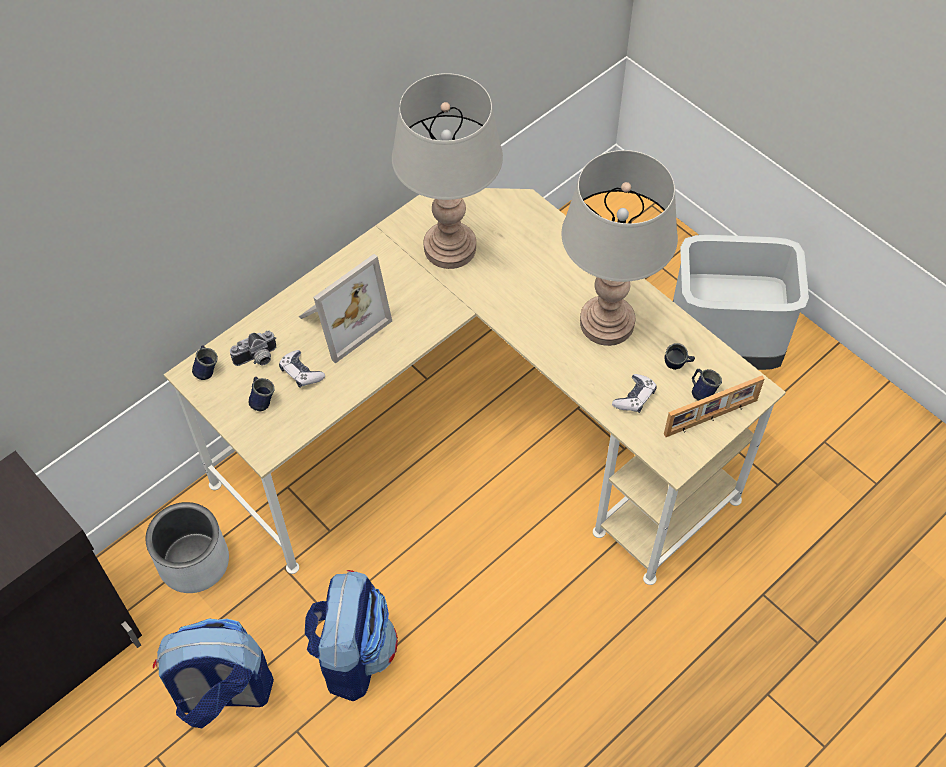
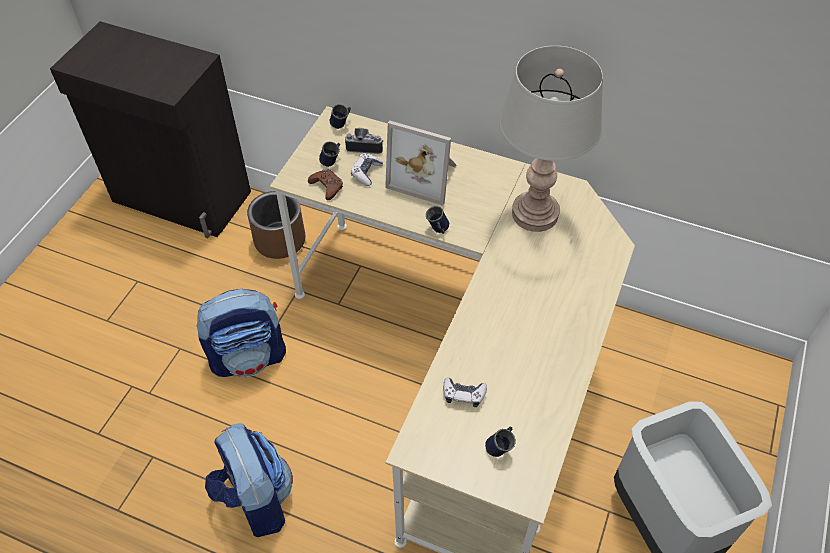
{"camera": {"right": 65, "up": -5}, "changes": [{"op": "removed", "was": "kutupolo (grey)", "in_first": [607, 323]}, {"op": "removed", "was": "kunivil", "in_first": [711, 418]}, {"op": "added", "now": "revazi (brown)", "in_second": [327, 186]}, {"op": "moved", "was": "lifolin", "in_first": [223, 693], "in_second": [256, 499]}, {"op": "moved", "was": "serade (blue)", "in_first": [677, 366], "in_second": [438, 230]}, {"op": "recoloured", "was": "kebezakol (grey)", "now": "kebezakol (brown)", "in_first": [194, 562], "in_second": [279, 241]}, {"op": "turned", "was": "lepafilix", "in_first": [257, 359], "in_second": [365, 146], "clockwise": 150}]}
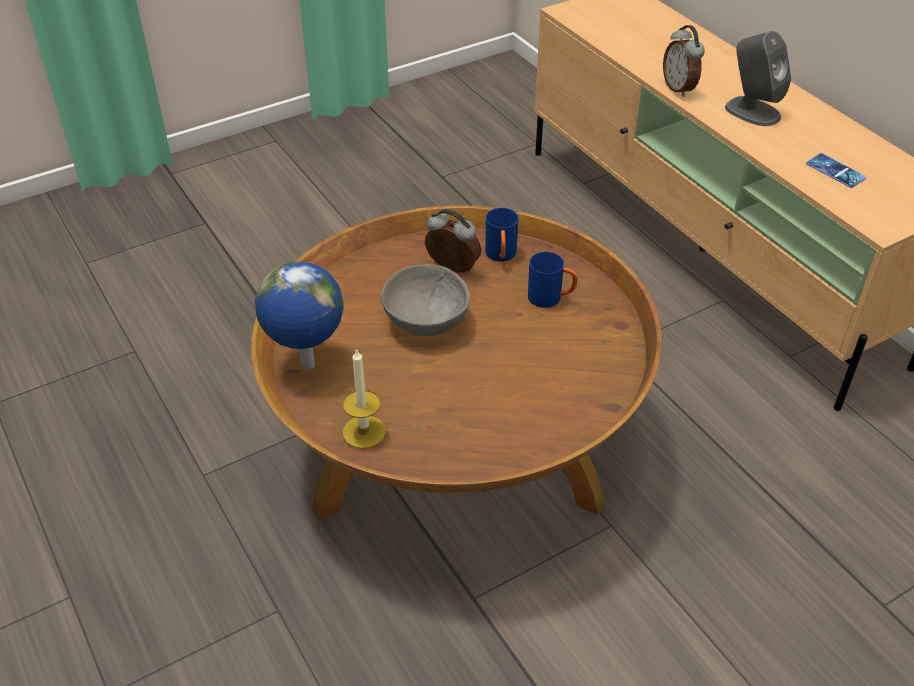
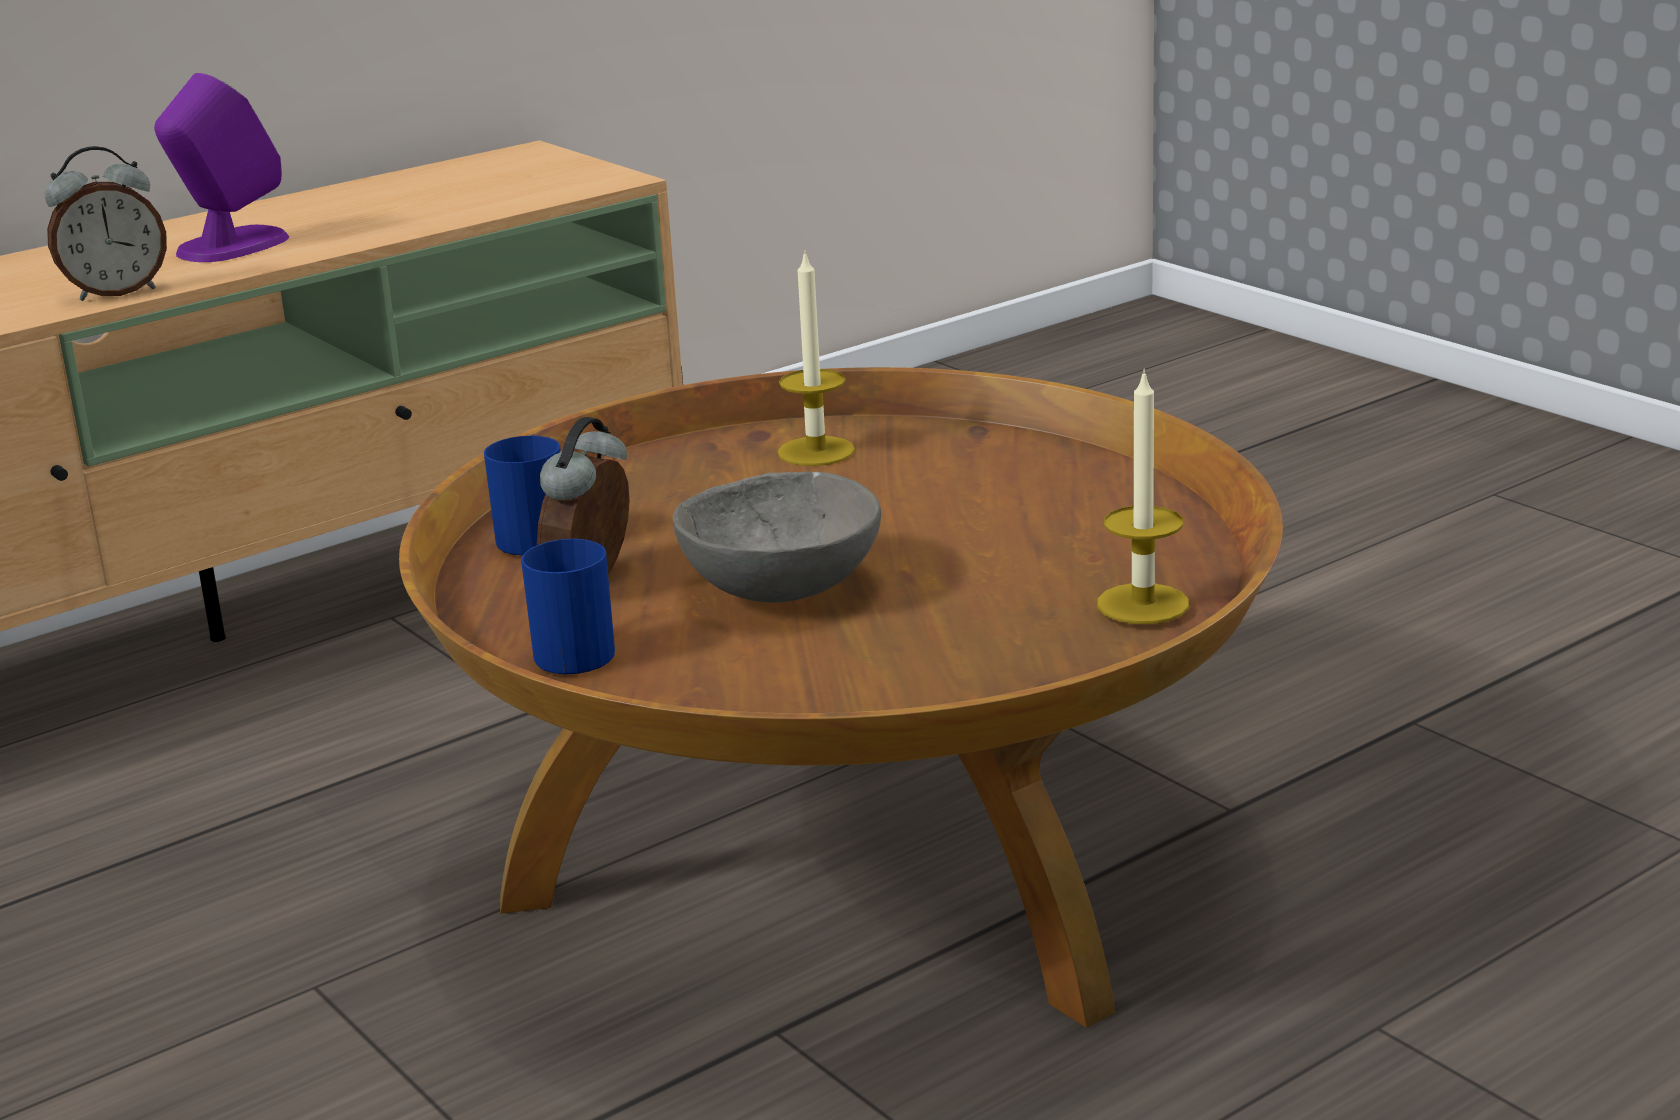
{"camera": {"right": -95, "up": -20}, "changes": [{"op": "removed", "was": "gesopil", "in_first": [307, 366]}, {"op": "removed", "was": "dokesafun", "in_first": [835, 171]}, {"op": "added", "now": "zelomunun", "in_second": [816, 451]}, {"op": "moved", "was": "serade (blue)", "in_first": [551, 298], "in_second": [578, 650]}, {"op": "recoloured", "was": "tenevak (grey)", "now": "tenevak (purple)", "in_first": [752, 111], "in_second": [231, 246]}]}
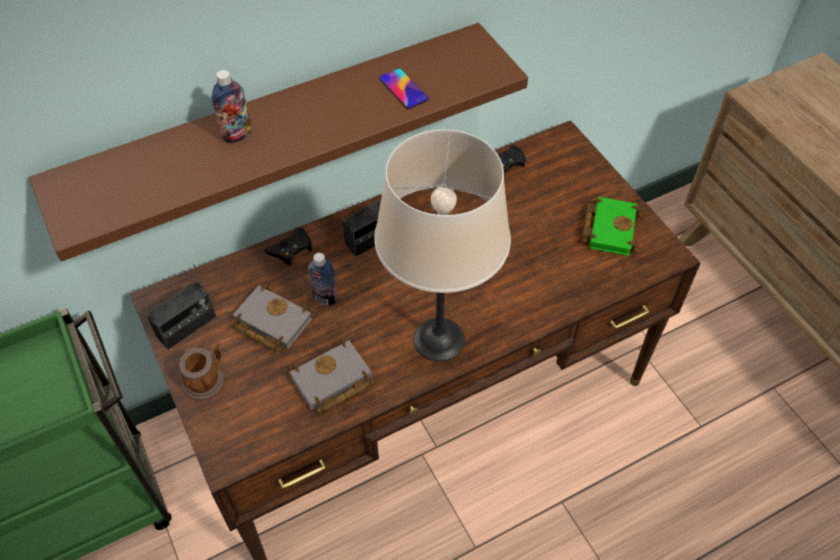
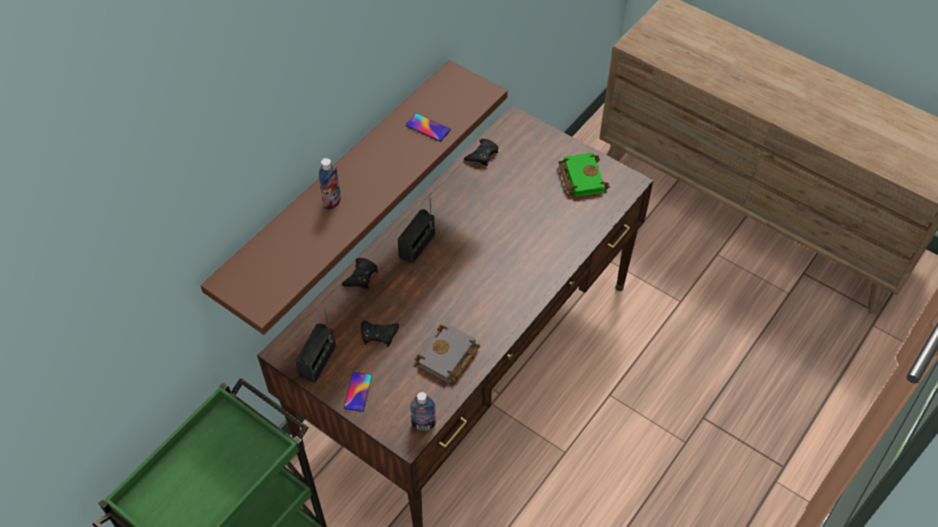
{"camera": {"right": -25, "up": 0}, "changes": [{"op": "removed", "was": "kutupolo (beige)", "in_first": [438, 339]}, {"op": "moved", "was": "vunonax", "in_first": [325, 298], "in_second": [423, 424]}, {"op": "replaced", "was": "serade", "now": "dokesafun", "in_first": [207, 379], "in_second": [358, 392]}, {"op": "replaced", "was": "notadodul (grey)", "now": "revazi (black)", "in_first": [270, 322], "in_second": [378, 334]}]}
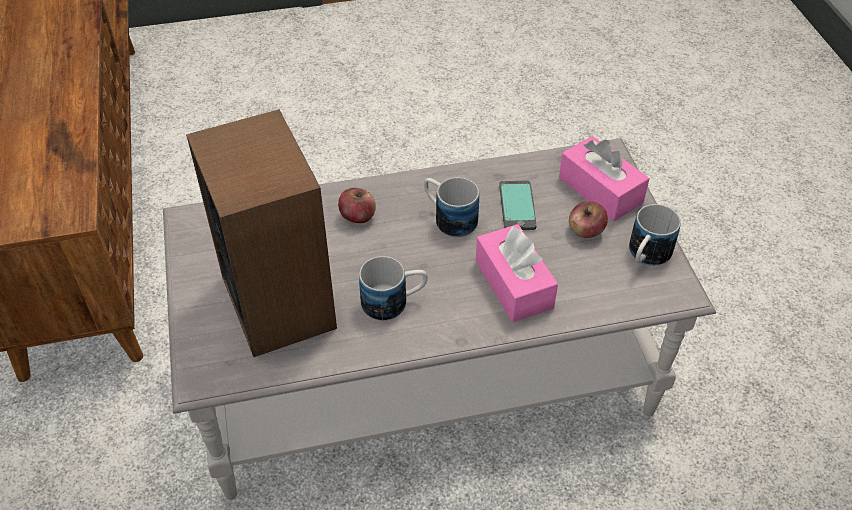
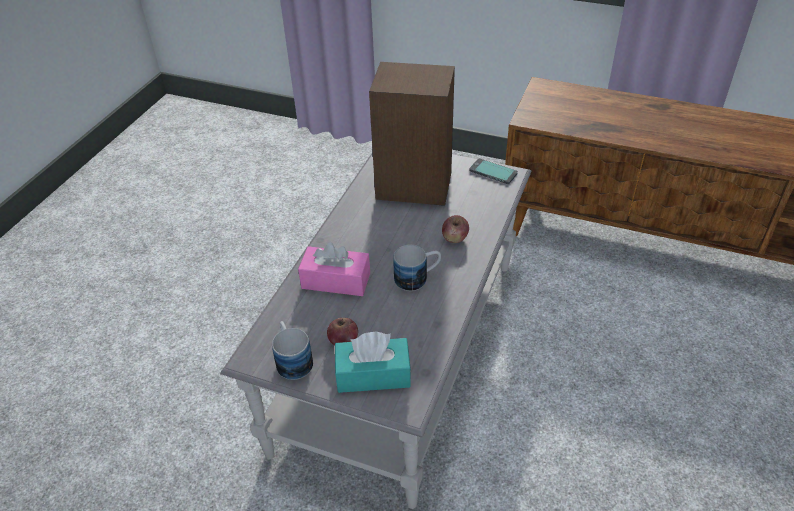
{"camera": {"right": 125, "up": -5}, "changes": [{"op": "removed", "was": "serade", "in_first": [394, 302]}, {"op": "moved", "was": "dokesafun", "in_first": [517, 206], "in_second": [493, 172]}, {"op": "recoloured", "was": "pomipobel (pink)", "now": "pomipobel (turquoise)", "in_first": [600, 190], "in_second": [373, 374]}]}
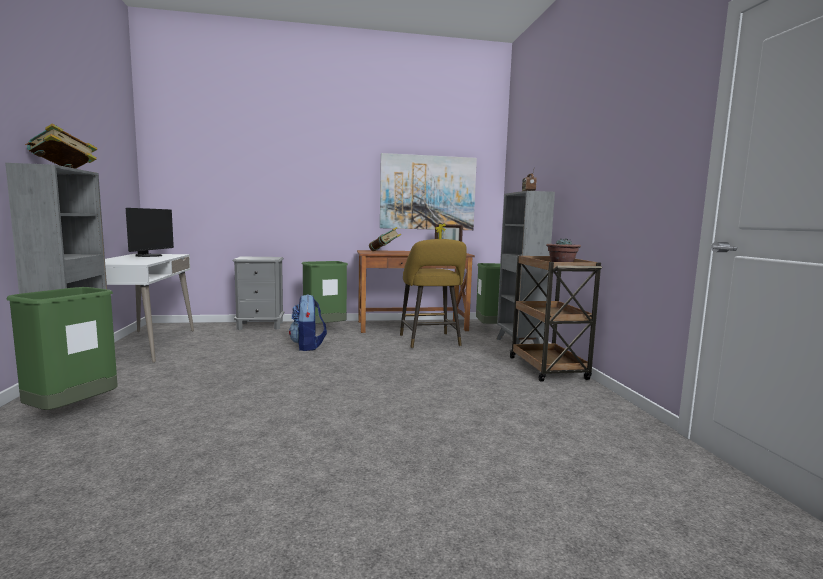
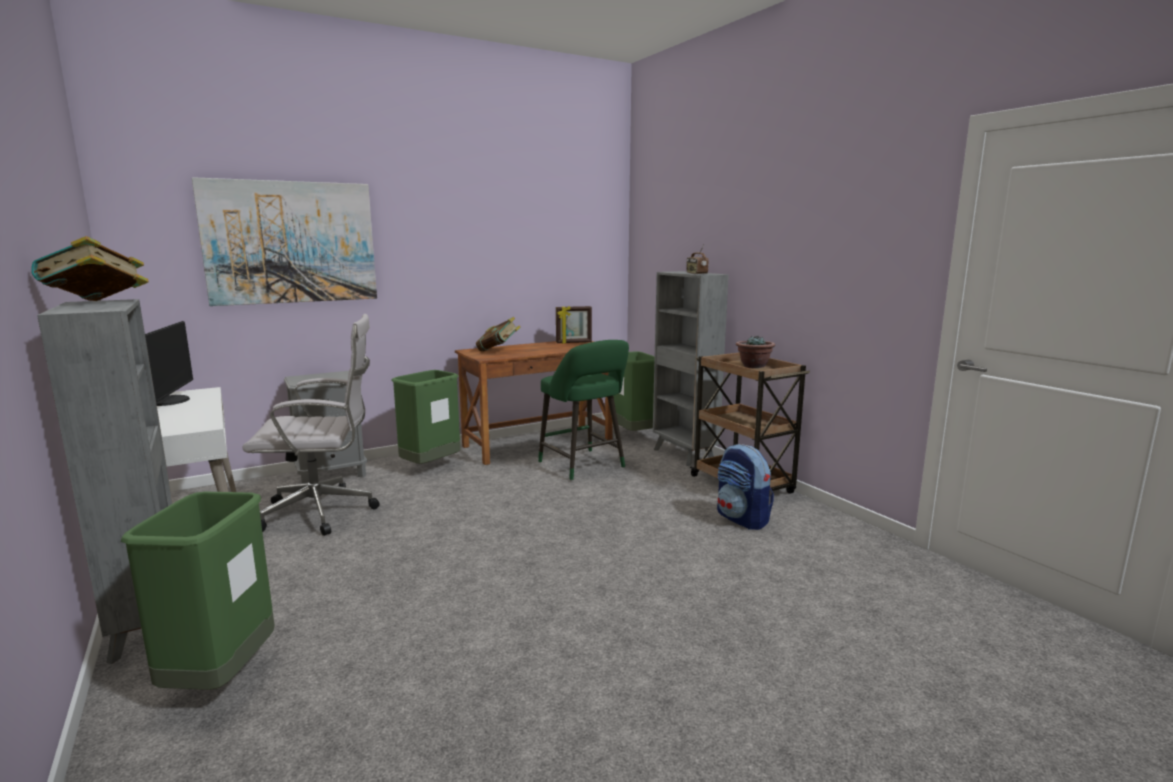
{"camera": {"right": -20, "up": 5}, "changes": [{"op": "added", "now": "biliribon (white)", "in_second": [324, 512]}, {"op": "moved", "was": "lifolin", "in_first": [308, 346], "in_second": [742, 519]}, {"op": "moved", "was": "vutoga", "in_first": [428, 193], "in_second": [291, 242]}, {"op": "recoloured", "was": "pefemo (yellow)", "now": "pefemo (green)", "in_first": [430, 342], "in_second": [584, 466]}]}
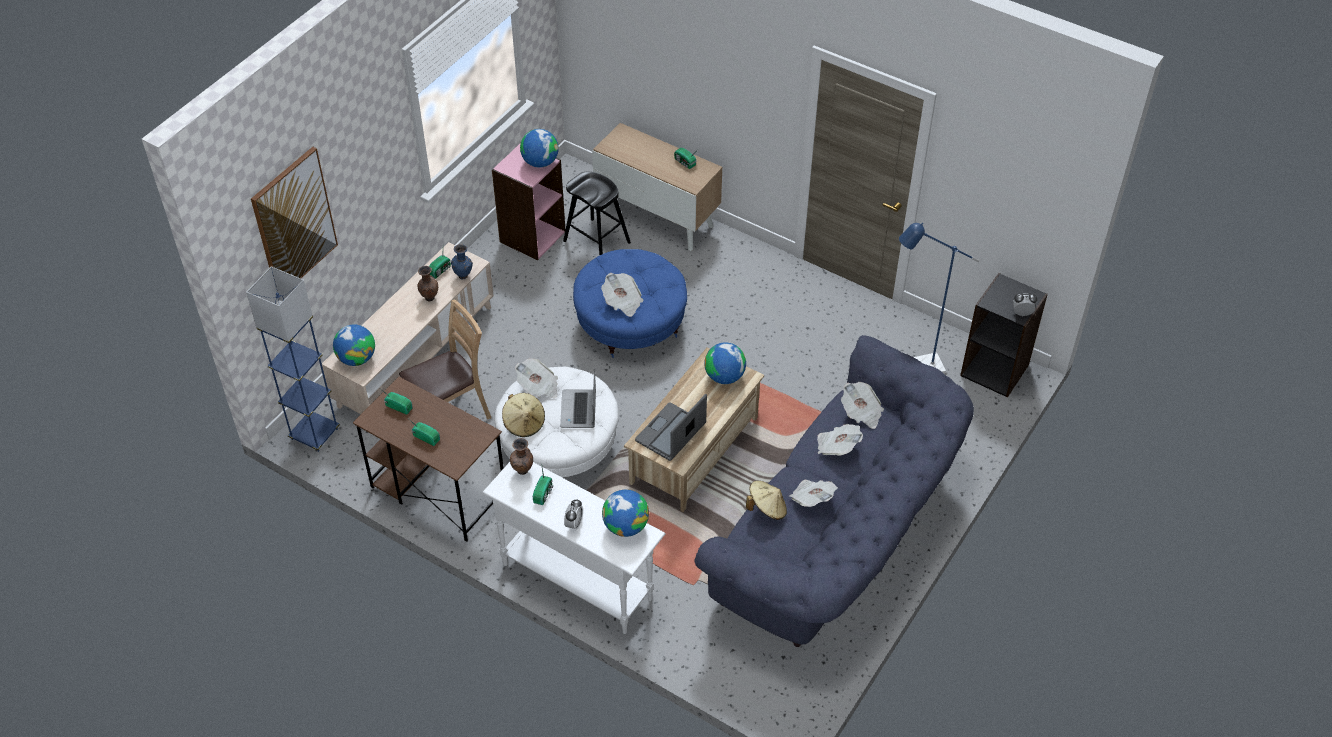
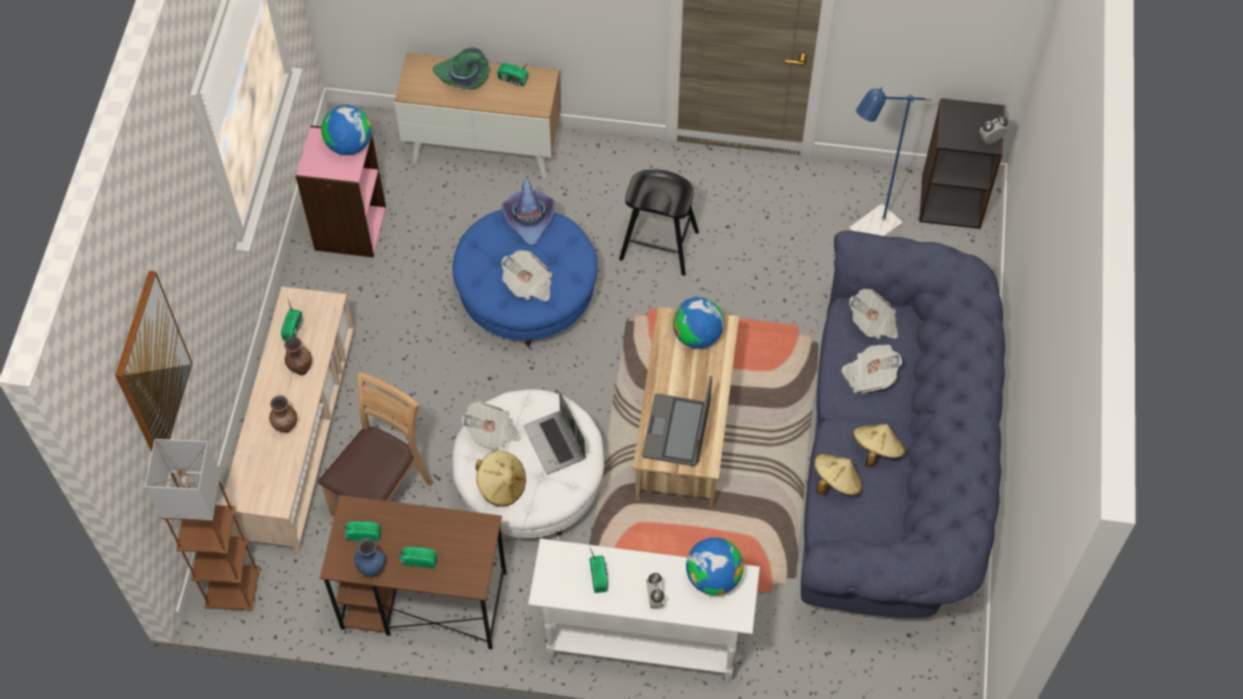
{"camera": {"right": -25, "up": 10}, "changes": [{"op": "removed", "was": "gesopil", "in_first": [357, 358]}, {"op": "added", "now": "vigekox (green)", "in_second": [463, 76]}, {"op": "added", "now": "vigekox (purple)", "in_second": [529, 218]}, {"op": "moved", "was": "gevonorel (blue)", "in_first": [464, 276], "in_second": [373, 569]}, {"op": "moved", "was": "gevonorel (brown)", "in_first": [523, 471], "in_second": [287, 428]}, {"op": "moved", "was": "pefemo (black)", "in_first": [596, 242], "in_second": [658, 245]}, {"op": "replaced", "was": "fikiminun", "now": "vigekox (beige)", "in_first": [812, 499], "in_second": [876, 450]}, {"op": "recoloured", "was": "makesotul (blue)", "now": "makesotul (brown)", "in_first": [314, 434], "in_second": [234, 590]}]}
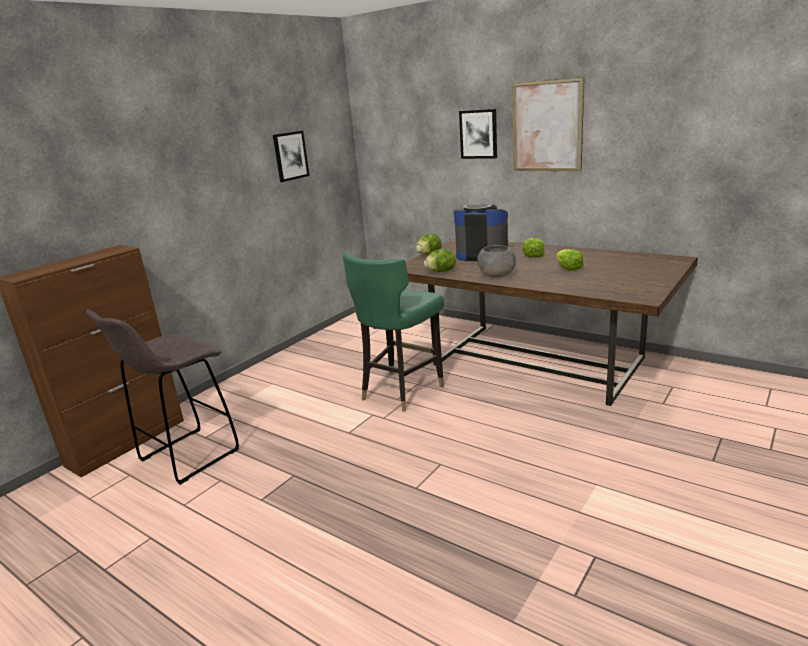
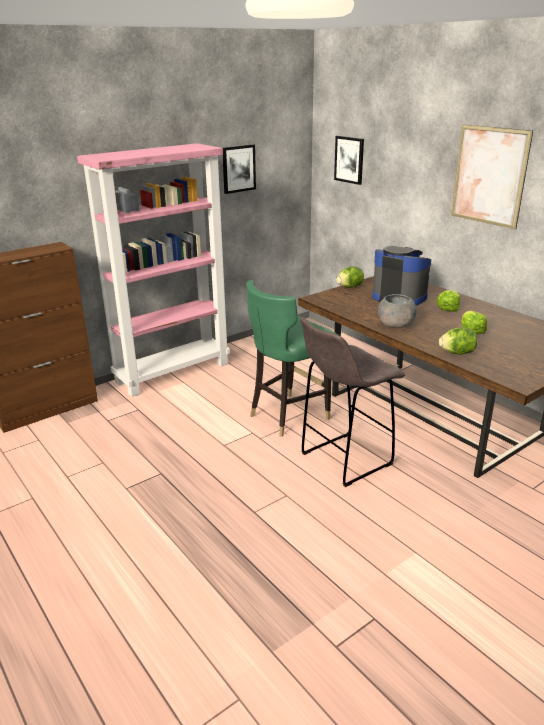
{"camera": {"right": 15, "up": 5}, "changes": [{"op": "added", "now": "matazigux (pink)", "in_second": [173, 372]}, {"op": "moved", "was": "pefemo (grey)", "in_first": [186, 457], "in_second": [344, 460]}, {"op": "moved", "was": "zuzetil", "in_first": [441, 271], "in_second": [457, 353]}, {"op": "moved", "was": "vutoga", "in_first": [478, 134], "in_second": [349, 159]}]}
